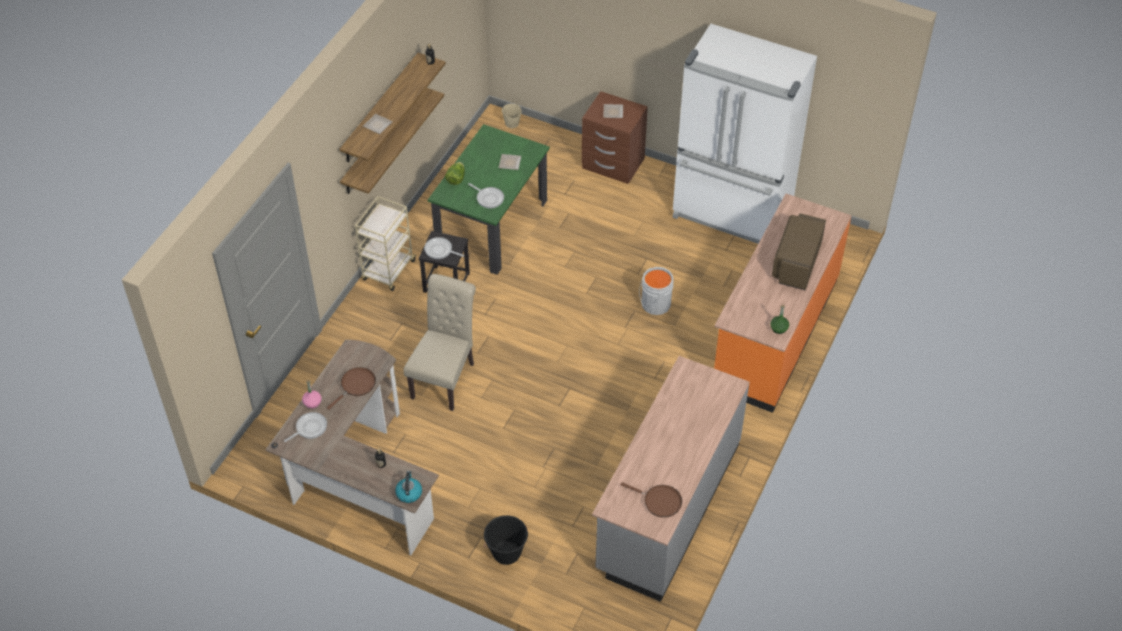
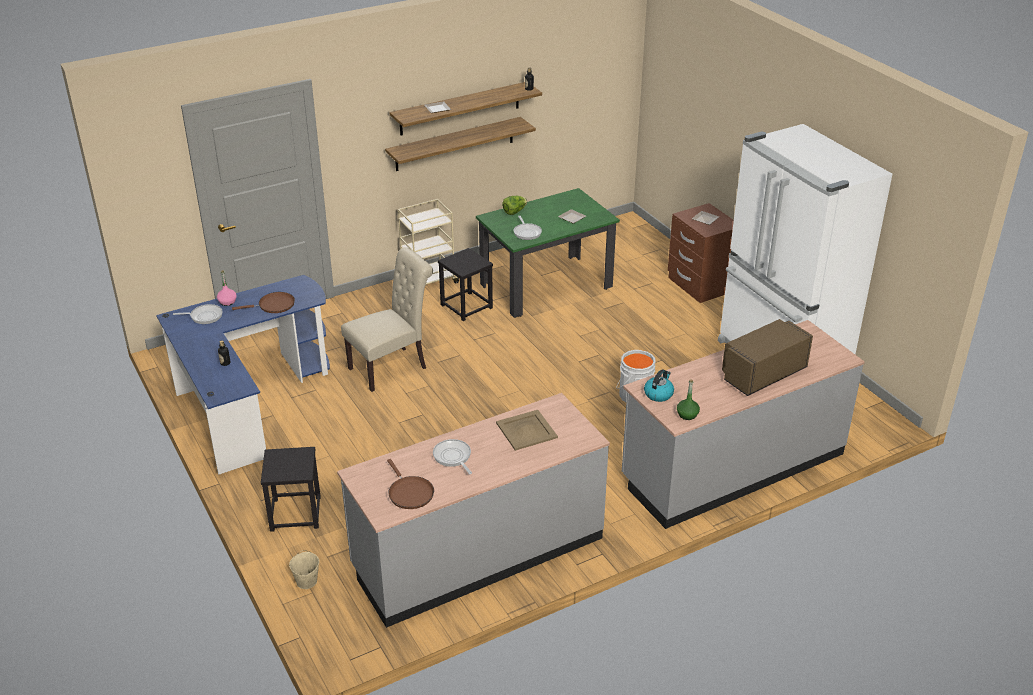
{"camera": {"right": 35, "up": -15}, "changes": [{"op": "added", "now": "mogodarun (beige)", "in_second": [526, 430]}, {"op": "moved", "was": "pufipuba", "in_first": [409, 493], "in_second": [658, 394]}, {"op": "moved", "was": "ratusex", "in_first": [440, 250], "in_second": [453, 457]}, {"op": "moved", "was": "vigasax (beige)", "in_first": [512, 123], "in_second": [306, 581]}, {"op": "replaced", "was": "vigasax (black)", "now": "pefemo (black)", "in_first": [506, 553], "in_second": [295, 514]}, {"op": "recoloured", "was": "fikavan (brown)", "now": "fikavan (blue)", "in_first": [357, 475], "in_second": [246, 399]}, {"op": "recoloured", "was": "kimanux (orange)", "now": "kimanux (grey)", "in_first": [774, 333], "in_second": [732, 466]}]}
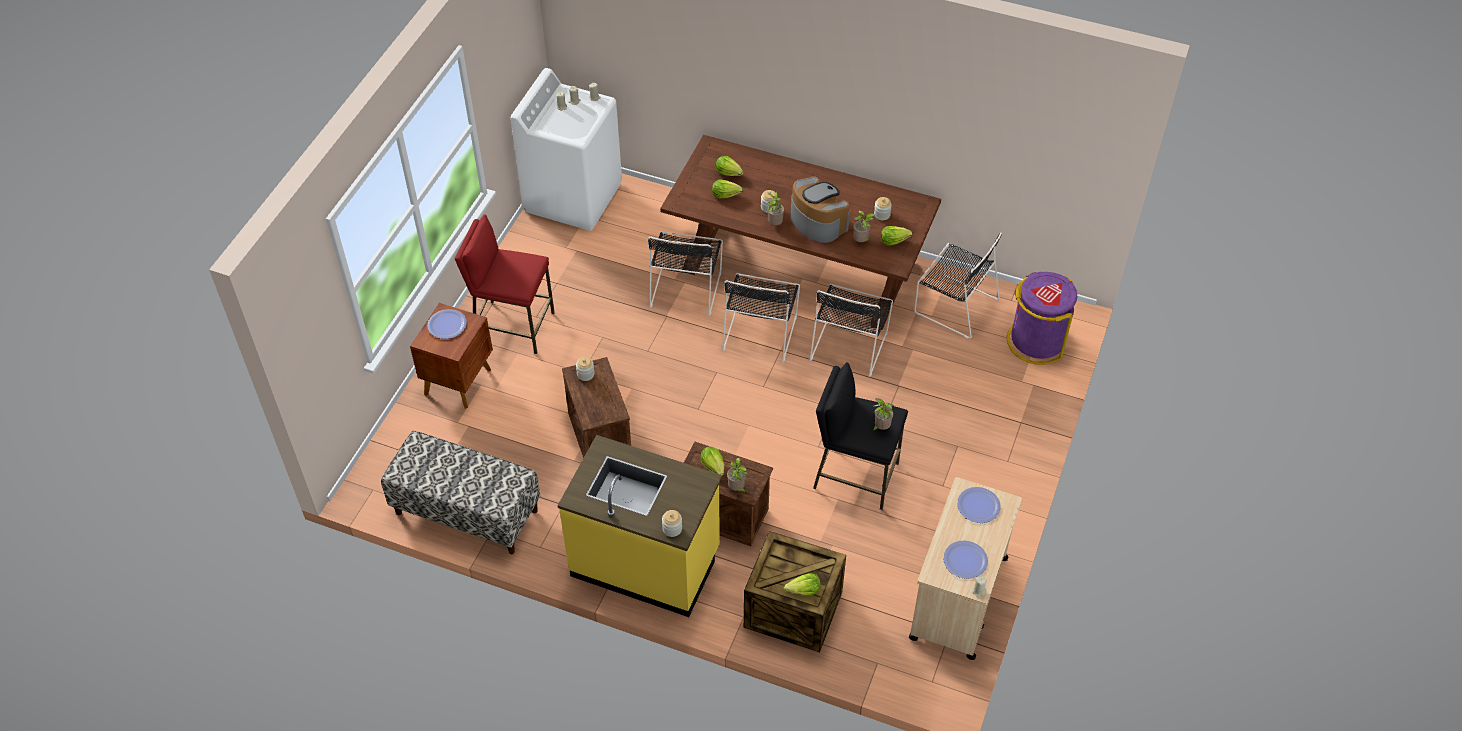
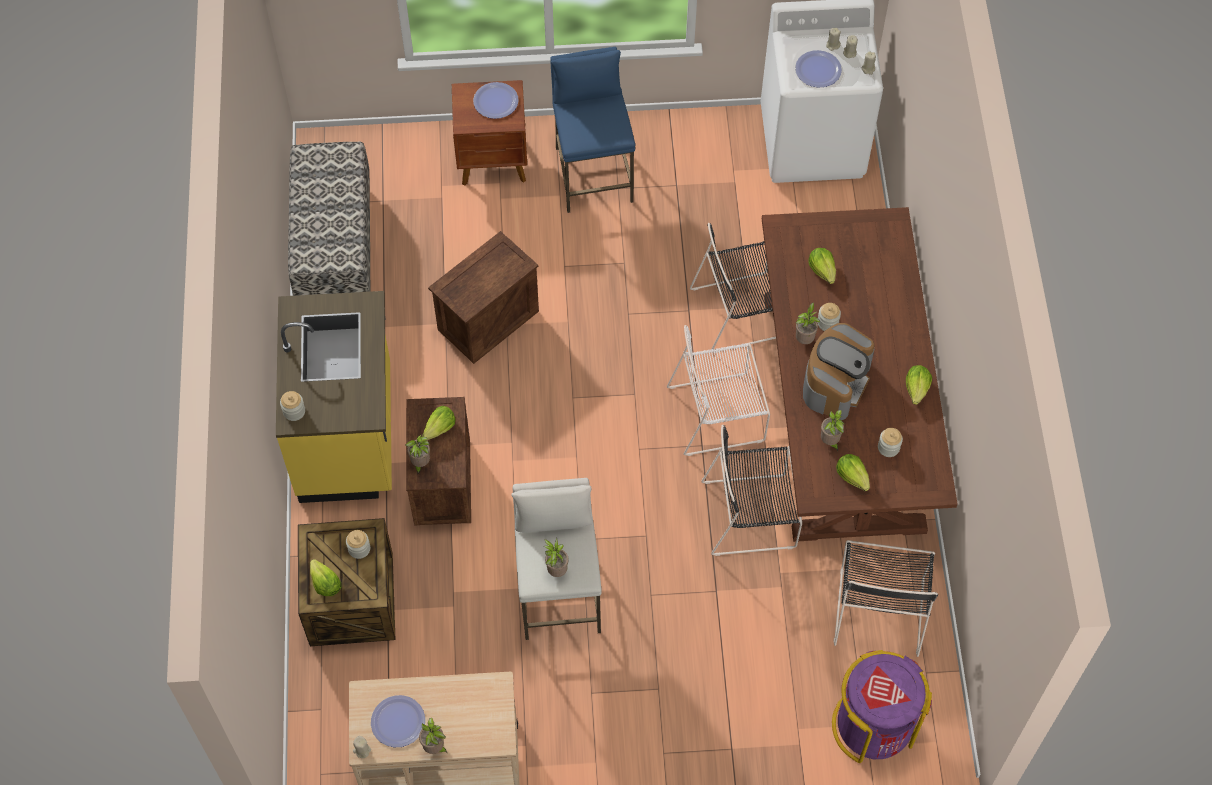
{"camera": {"right": 65, "up": 10}, "changes": [{"op": "added", "now": "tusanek", "in_second": [435, 747]}, {"op": "moved", "was": "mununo", "in_first": [585, 374], "in_second": [359, 549]}, {"op": "moved", "was": "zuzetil", "in_first": [729, 172], "in_second": [917, 389]}, {"op": "moved", "was": "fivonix", "in_first": [978, 506], "in_second": [818, 70]}, {"op": "recoloured", "was": "pefemo (red)", "now": "pefemo (blue)", "in_first": [513, 326], "in_second": [593, 174]}, {"op": "recoloured", "was": "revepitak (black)", "now": "revepitak (white)", "in_first": [760, 331], "in_second": [719, 413]}, {"op": "recoloured", "was": "pefemo (black)", "now": "pefemo (white)", "in_first": [855, 476], "in_second": [559, 594]}]}
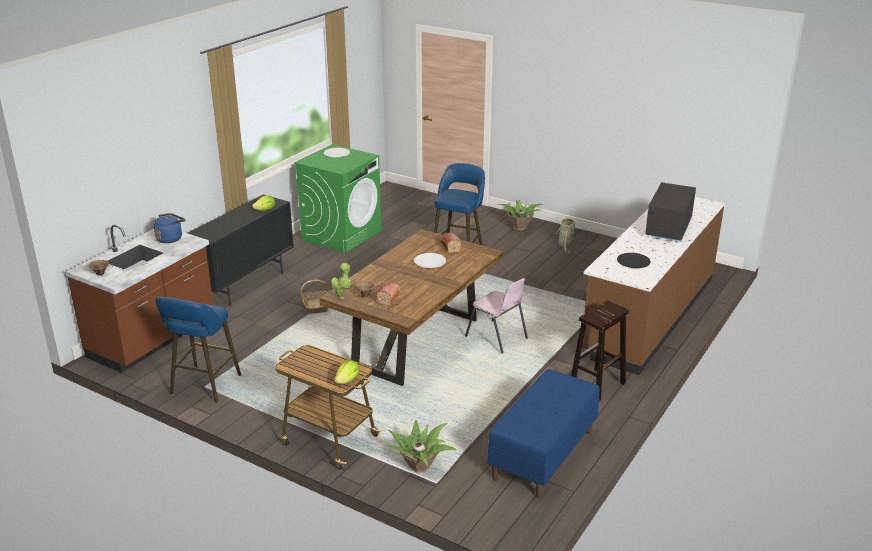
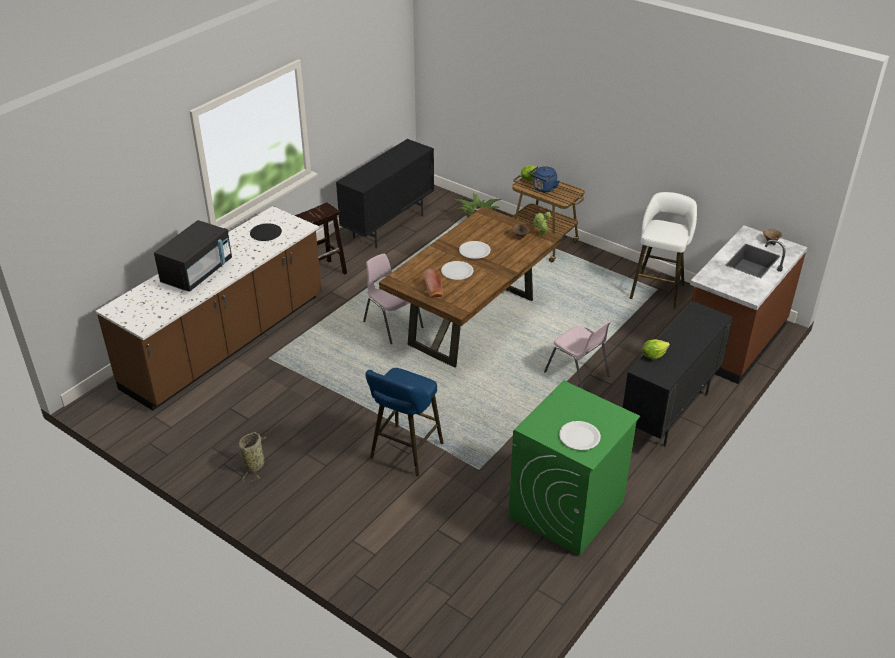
{"camera": {"right": -175, "up": 10}, "changes": [{"op": "removed", "was": "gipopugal", "in_first": [389, 298]}, {"op": "removed", "was": "tusanek", "in_first": [518, 227]}, {"op": "added", "now": "fivonix (white)", "in_second": [474, 251]}, {"op": "moved", "was": "pufipuba (blue)", "in_first": [170, 238], "in_second": [543, 189]}, {"op": "replaced", "was": "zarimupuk", "now": "revepitak (pink)", "in_first": [316, 306], "in_second": [577, 374]}, {"op": "replaced", "was": "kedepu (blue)", "now": "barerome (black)", "in_first": [543, 455], "in_second": [388, 226]}, {"op": "recoloured", "was": "pefemo (blue)", "now": "pefemo (white)", "in_first": [204, 386], "in_second": [657, 289]}]}
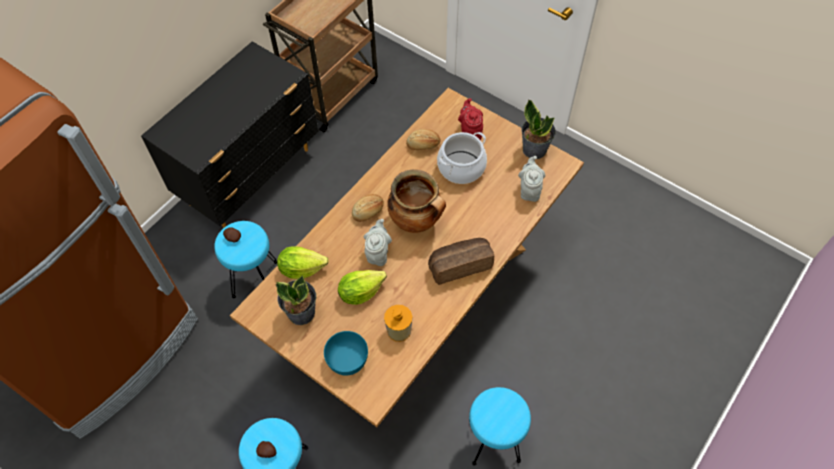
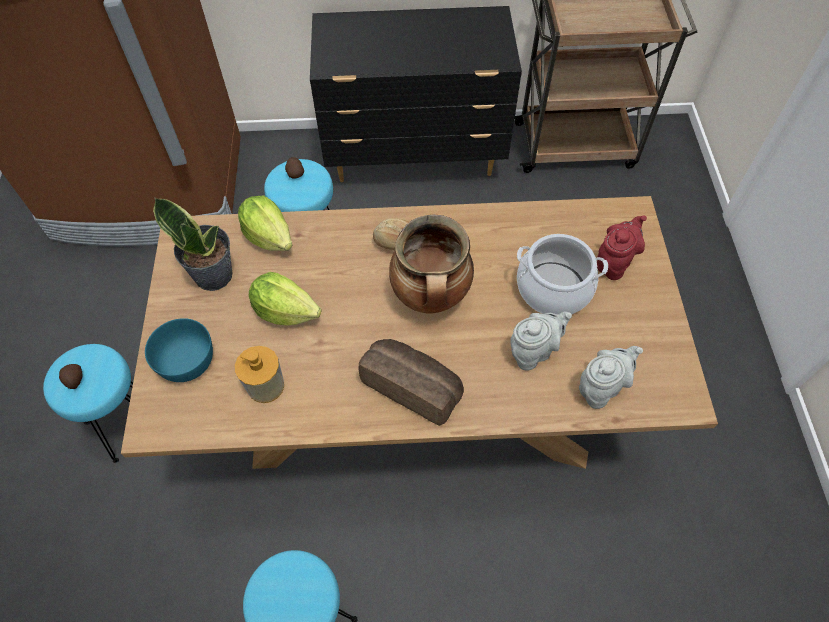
{"camera": {"right": 50, "up": 0}, "changes": [{"op": "removed", "was": "gipopugal", "in_first": [423, 145]}, {"op": "removed", "was": "tusanek", "in_first": [534, 149]}, {"op": "moved", "was": "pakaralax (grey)", "in_first": [378, 253], "in_second": [533, 351]}]}
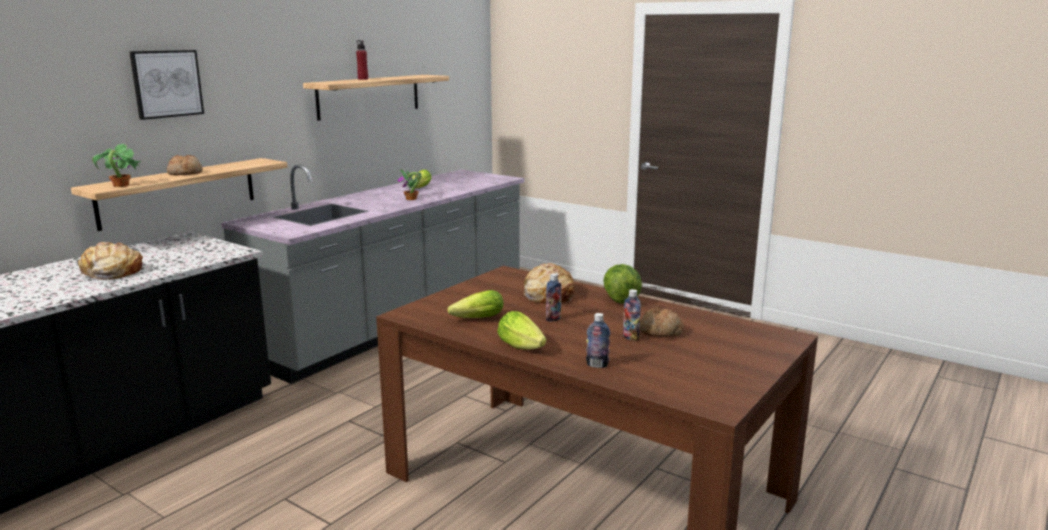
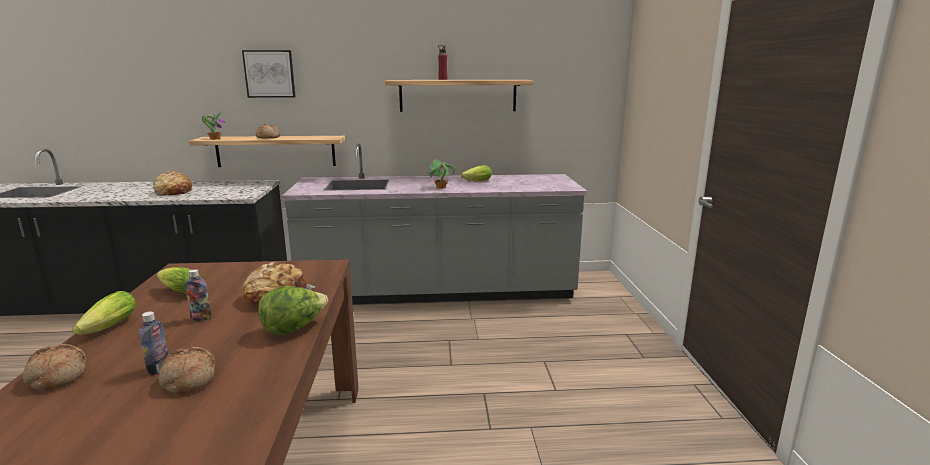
{"camera": {"right": 50, "up": 0}, "changes": [{"op": "replaced", "was": "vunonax", "now": "gipopugal", "in_first": [597, 365], "in_second": [56, 377]}]}
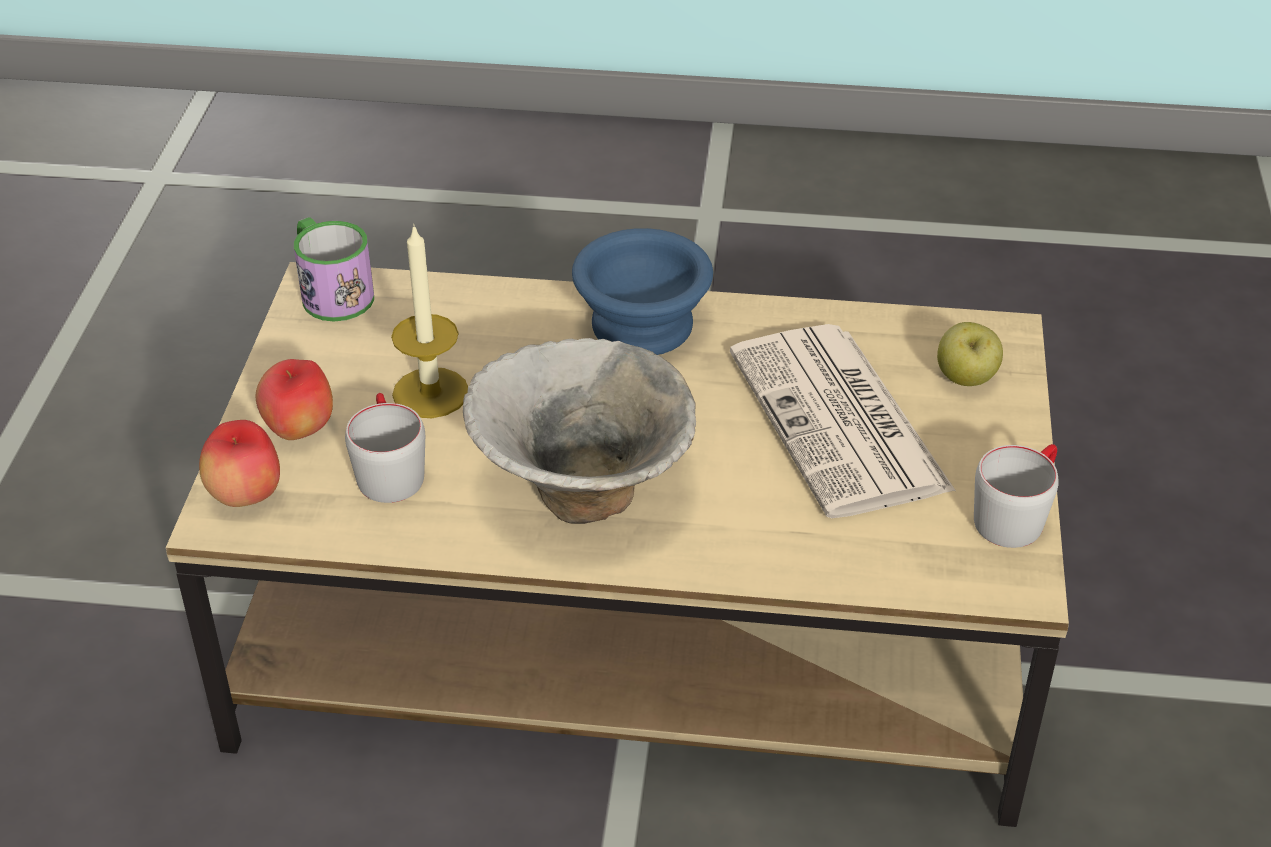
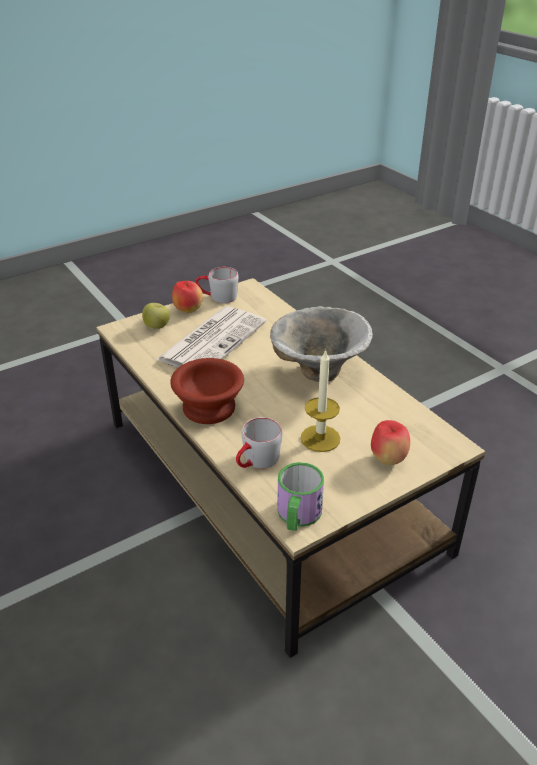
{"camera": {"right": -130, "up": -5}, "changes": [{"op": "moved", "was": "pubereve", "in_first": [246, 496], "in_second": [188, 310]}, {"op": "moved", "was": "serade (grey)", "in_first": [388, 468], "in_second": [256, 462]}, {"op": "recoloured", "was": "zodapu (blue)", "now": "zodapu (brown)", "in_first": [646, 324], "in_second": [207, 407]}]}
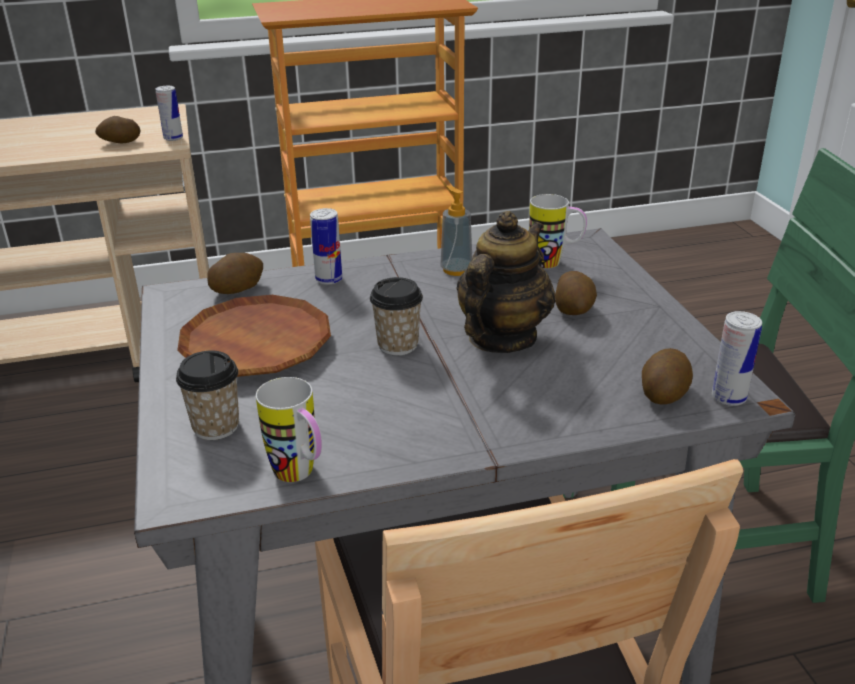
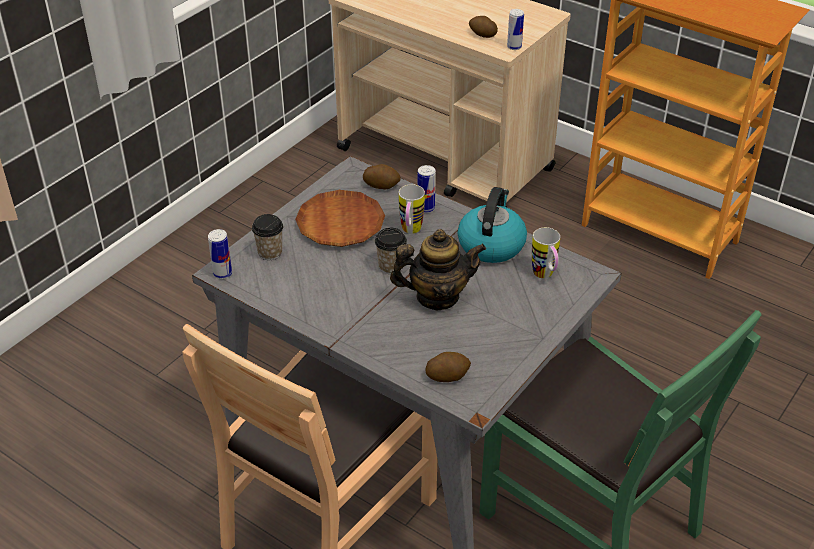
{"camera": {"right": 50, "up": 10}, "changes": [{"op": "removed", "was": "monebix", "in_first": [574, 310]}, {"op": "moved", "was": "serade", "in_first": [300, 476], "in_second": [410, 232]}, {"op": "moved", "was": "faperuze", "in_first": [728, 398], "in_second": [222, 274]}, {"op": "replaced", "was": "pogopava", "now": "pufipuba", "in_first": [456, 270], "in_second": [491, 244]}]}
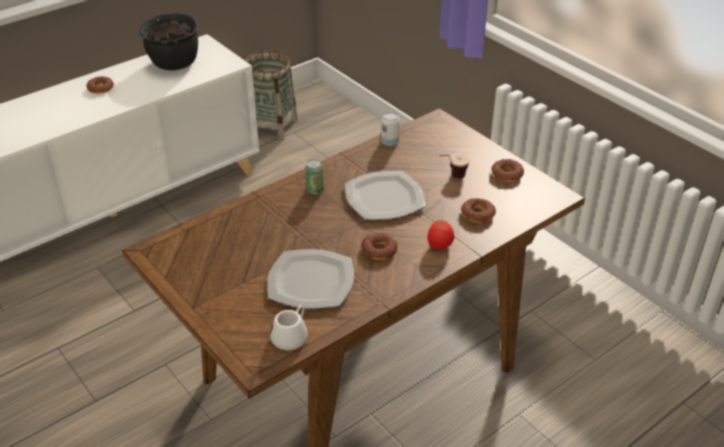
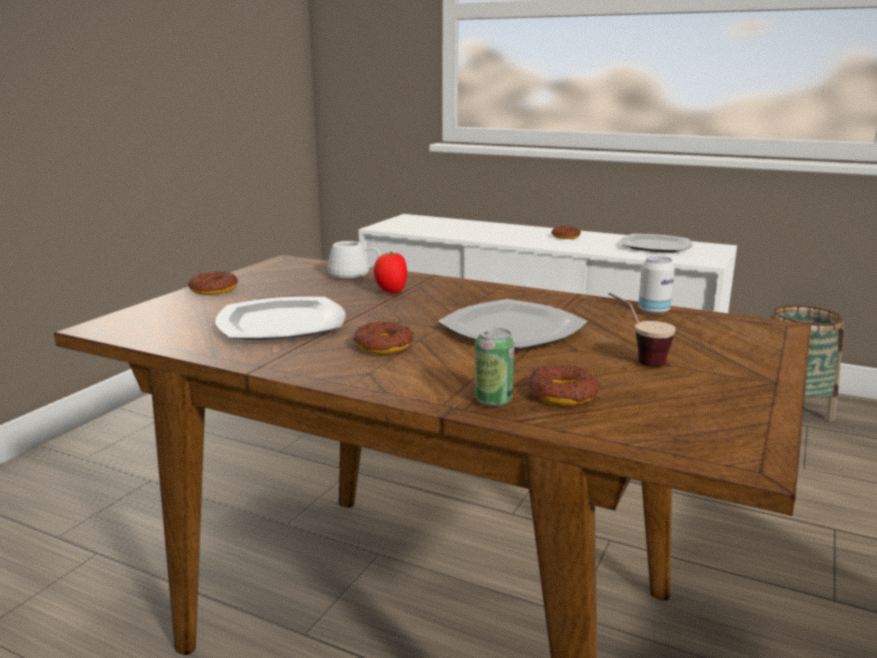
{"camera": {"right": 65, "up": -20}, "changes": [{"op": "moved", "was": "serade (white)", "in_first": [292, 335], "in_second": [354, 274]}, {"op": "moved", "was": "faperuze", "in_first": [315, 190], "in_second": [493, 400]}, {"op": "moved", "was": "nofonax", "in_first": [439, 246], "in_second": [391, 292]}, {"op": "moved", "was": "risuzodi", "in_first": [506, 174], "in_second": [213, 290]}, {"op": "replaced", "was": "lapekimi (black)", "now": "fivonix", "in_first": [174, 64], "in_second": [656, 246]}]}
